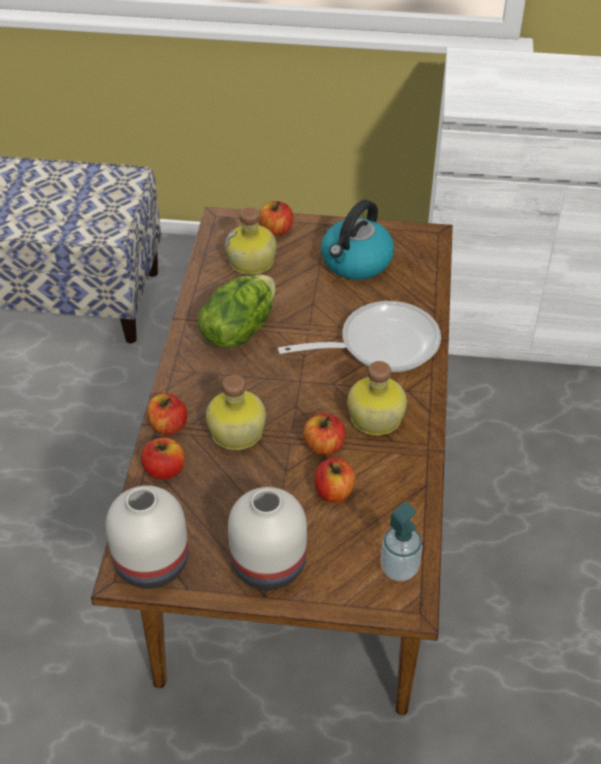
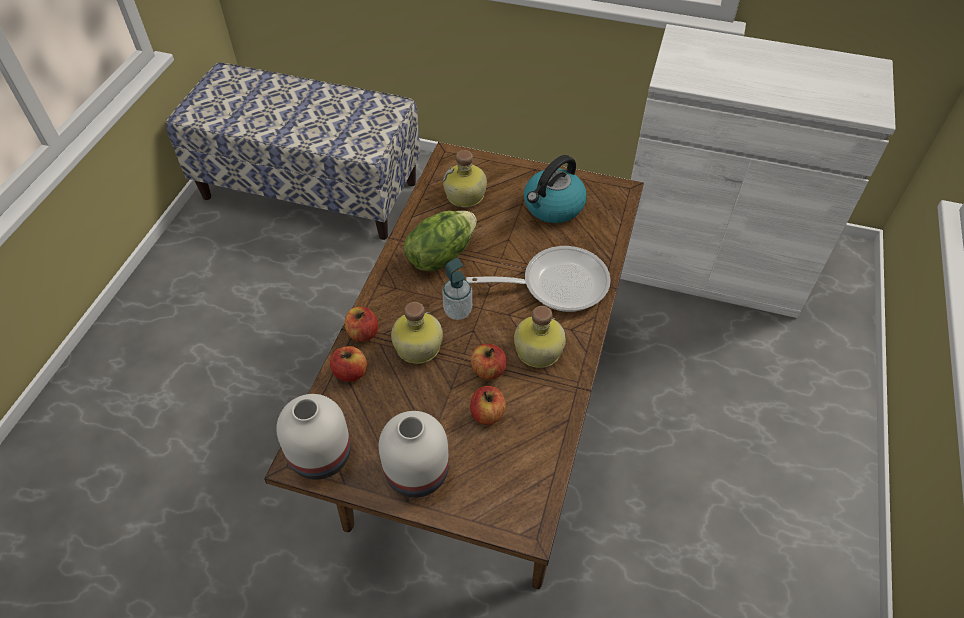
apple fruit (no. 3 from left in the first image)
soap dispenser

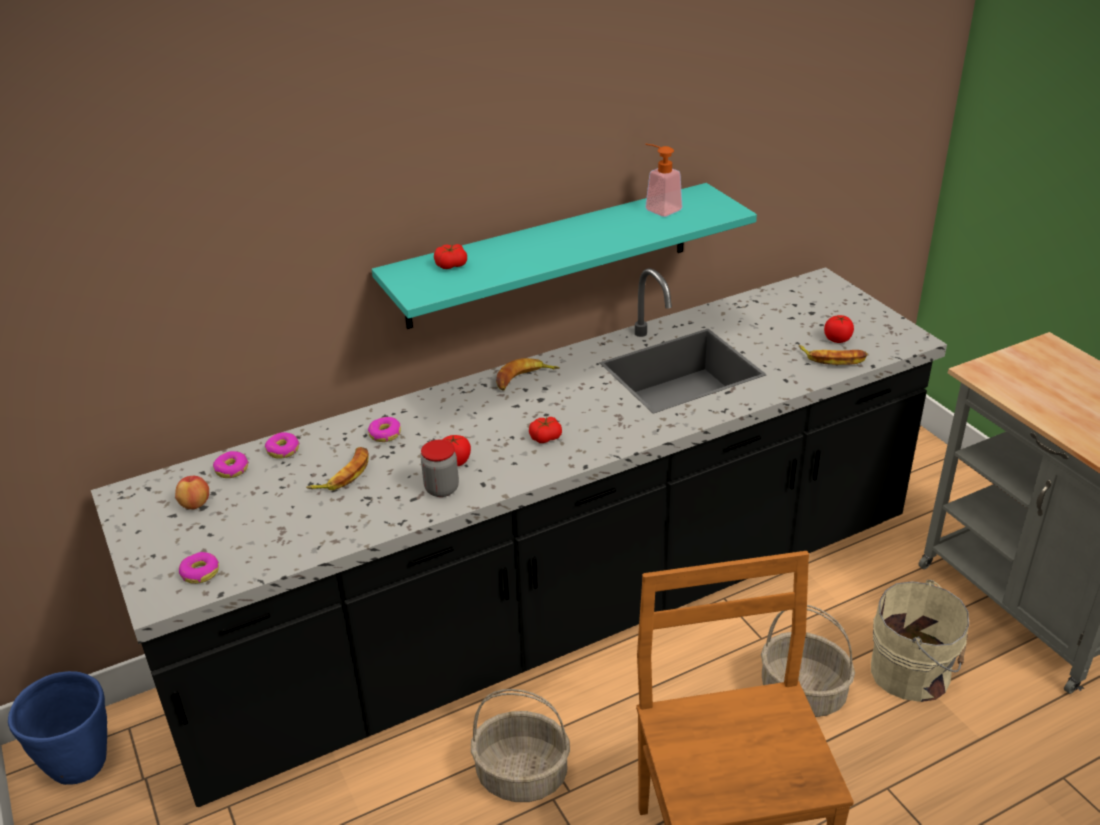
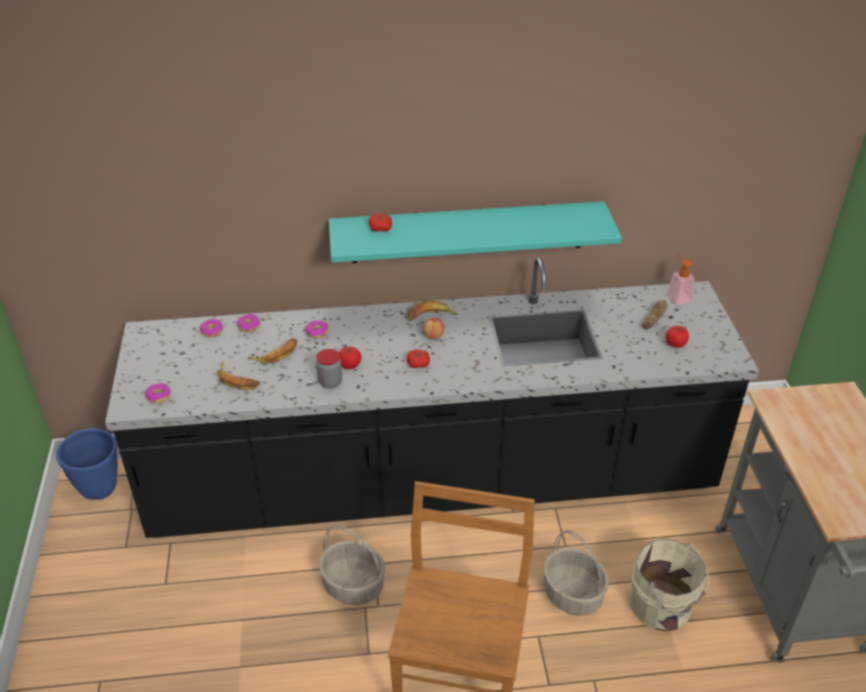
baked bread
apple fruit
soap dispenser
banana (no. 1 from left)

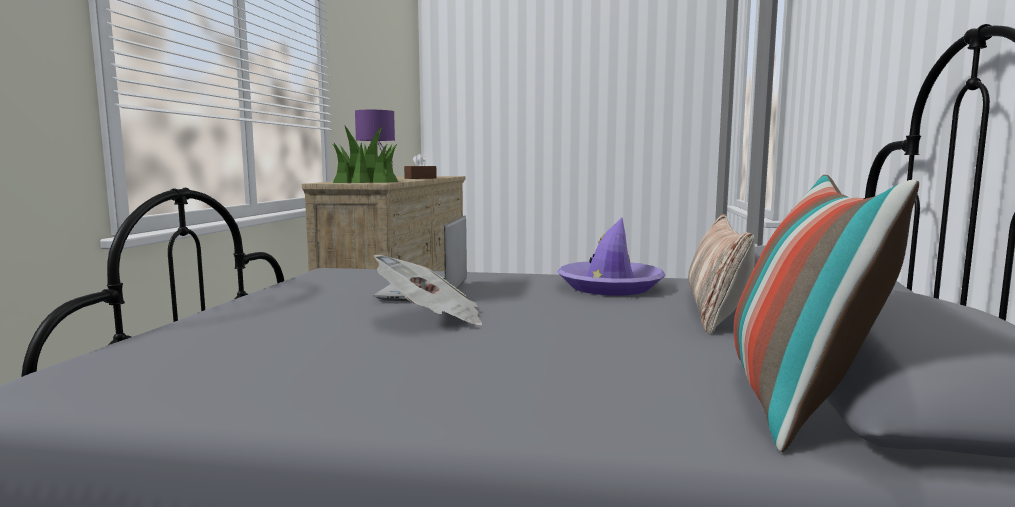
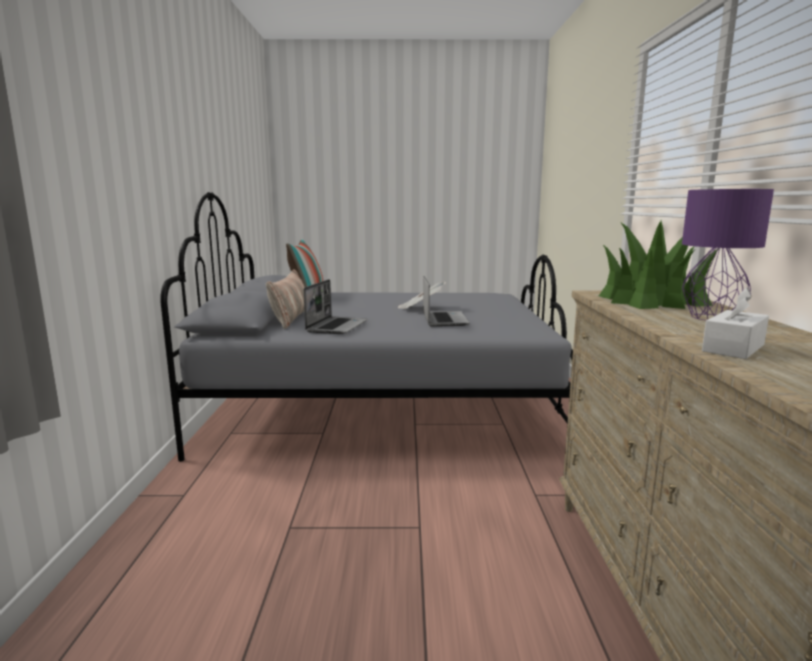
portable computer (no. 1 from left)
box of tissues (whitish)

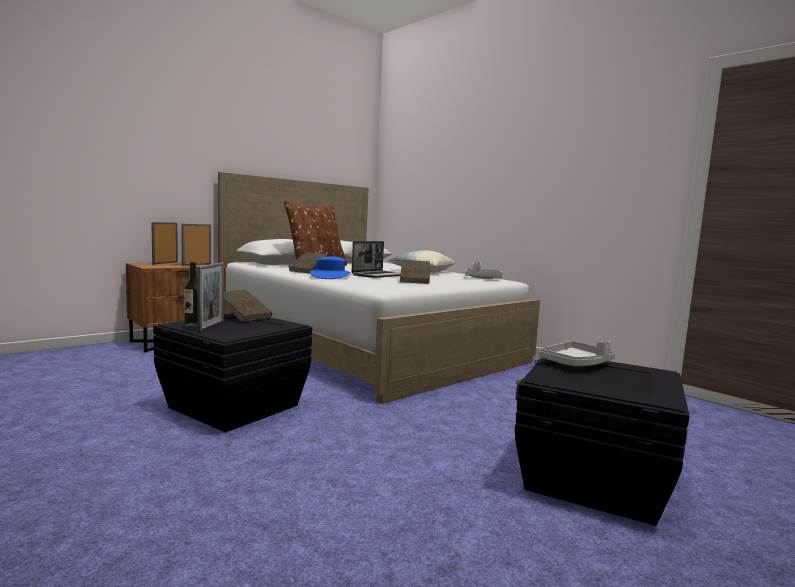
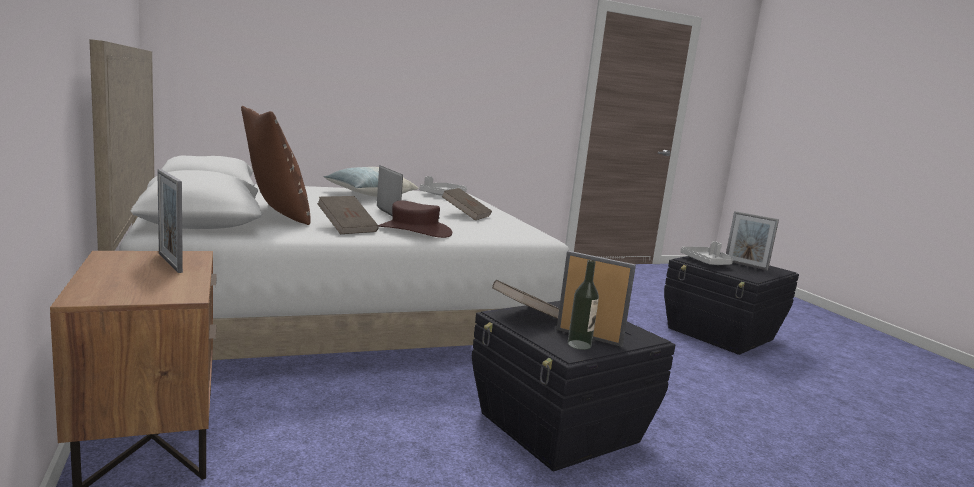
standing frame (no. 3 from left)
wearable hat (brown-coloured)

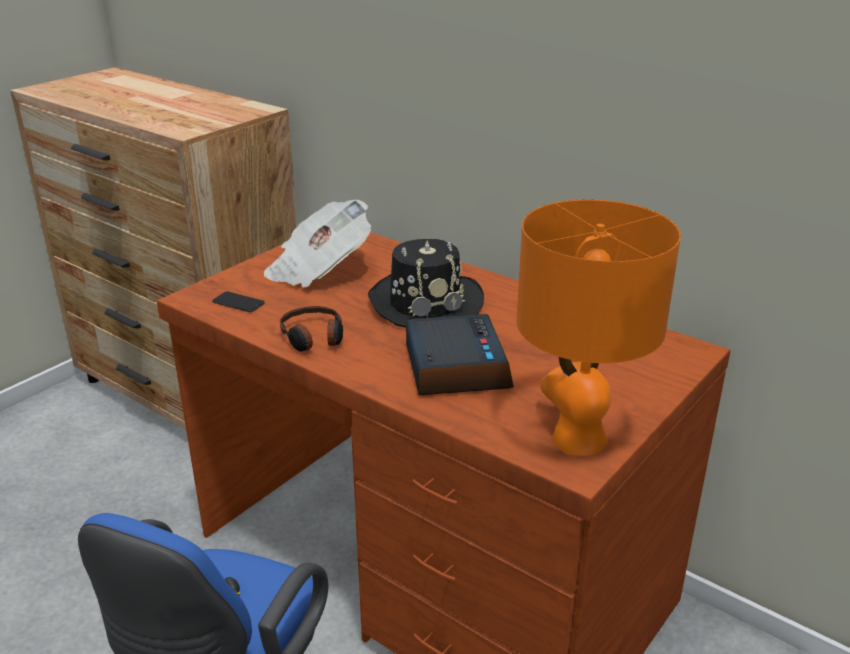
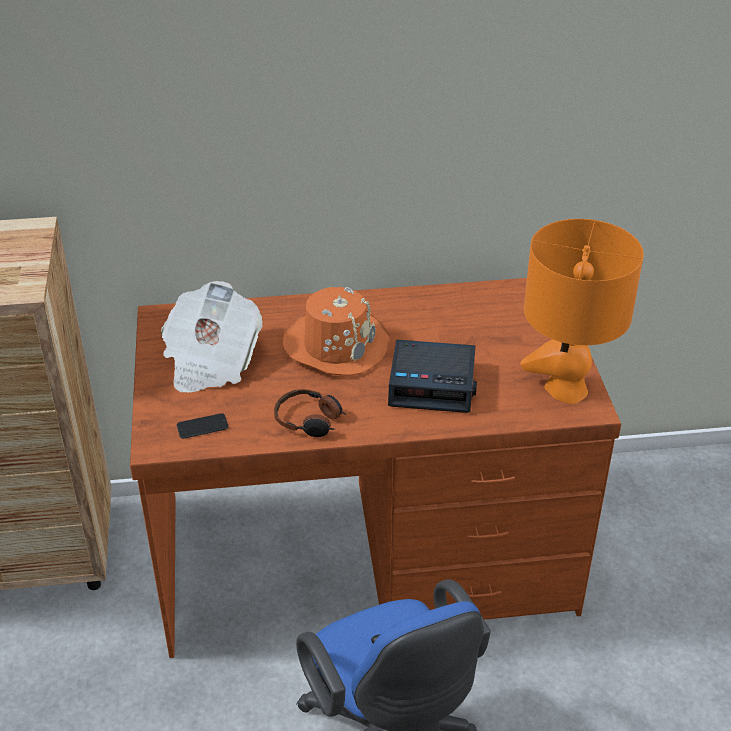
wearable hat (orange-coloured)
bedside clock

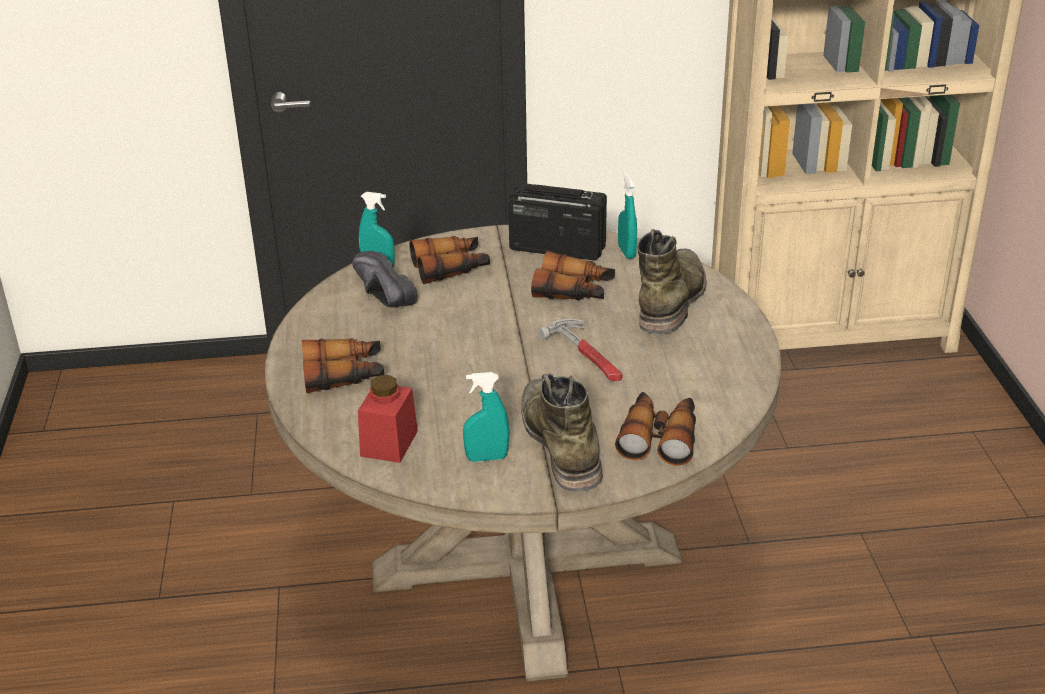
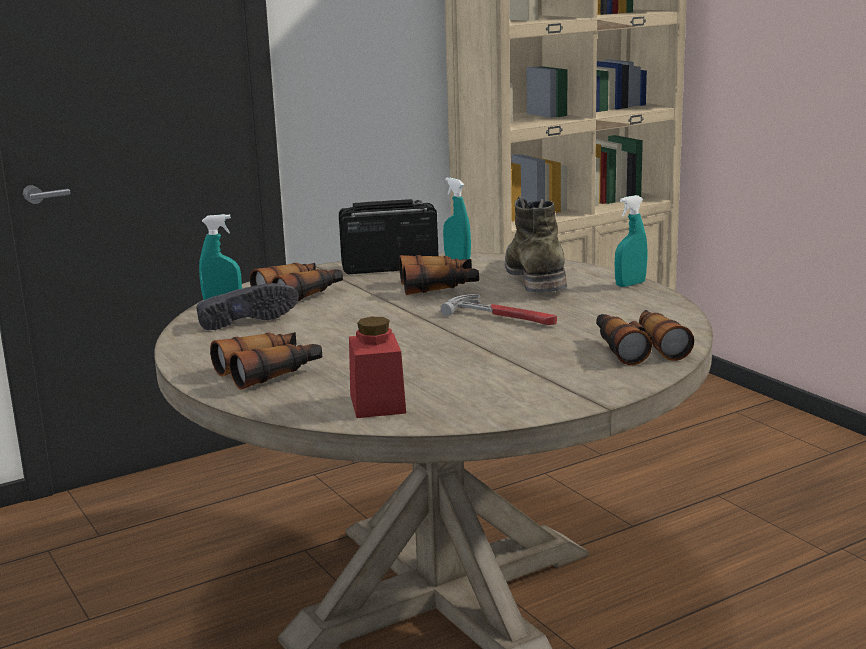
high-top boot (green-coloured) (no. 1 from left in the first image)
spray bottle (turquoise) (no. 3 from left)
shoe (black)

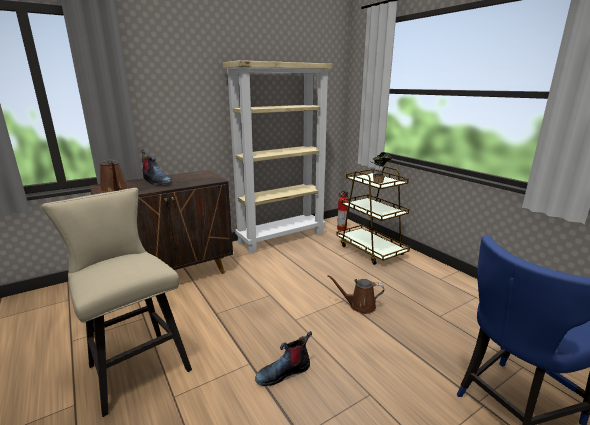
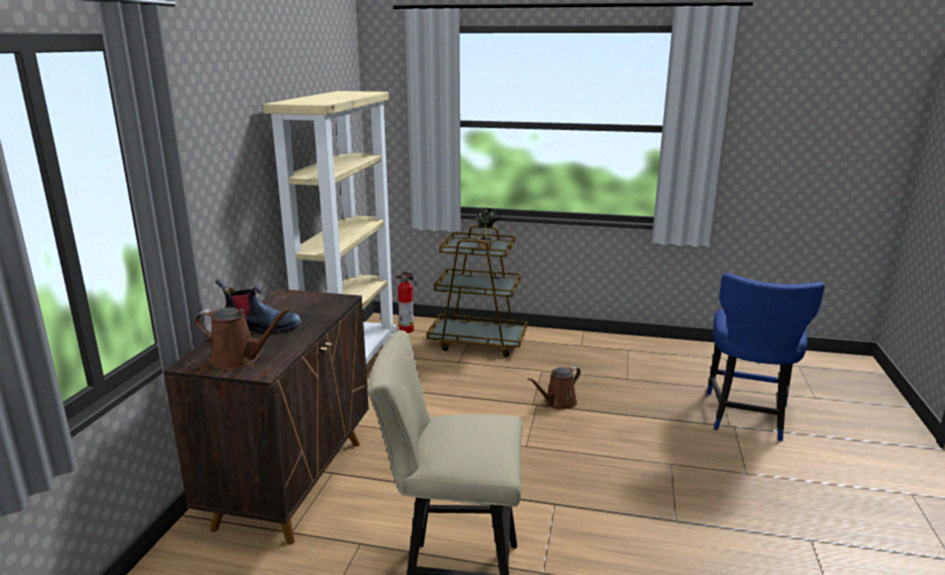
high-top boot (no. 2 from left in the first image)

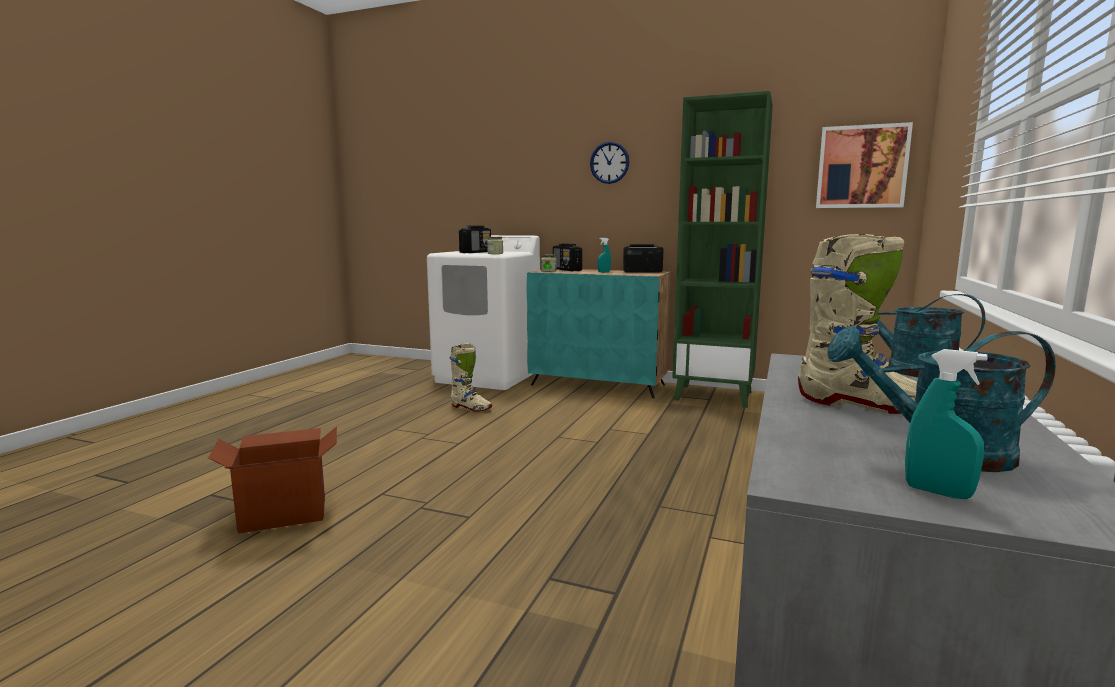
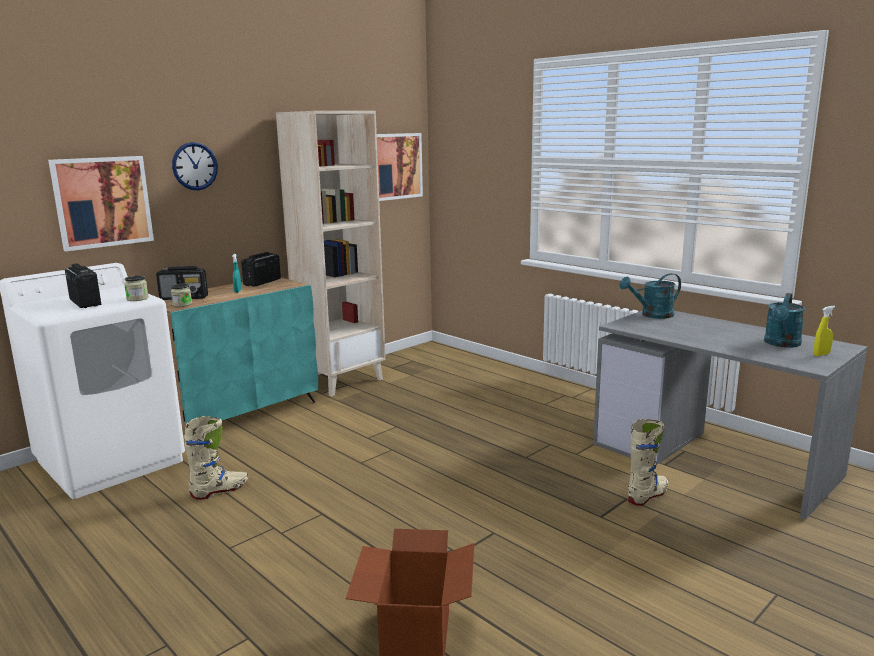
picture (no. 1 from left)
high-top boot (beige) (no. 2 from left)
bookcase (beige)
spray bottle (yellow-coloured)

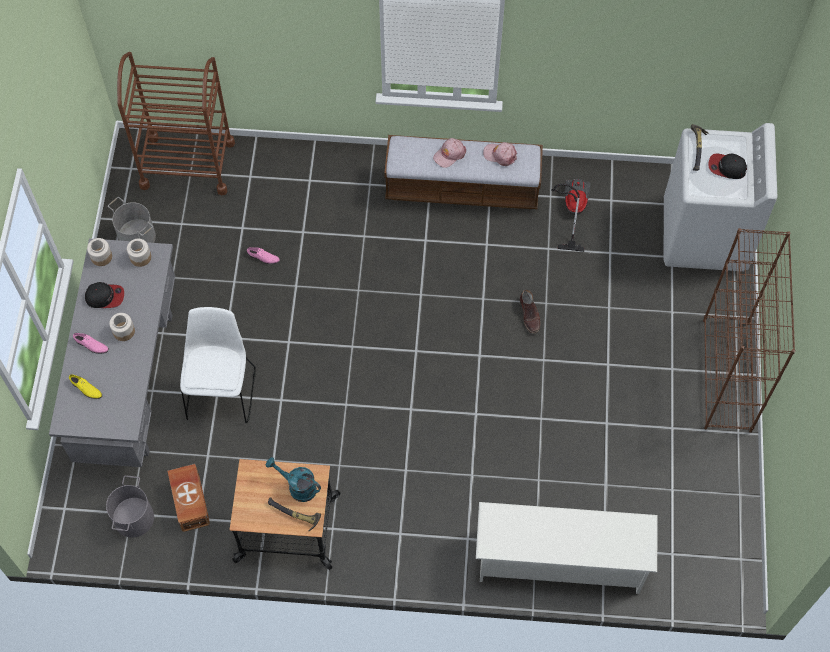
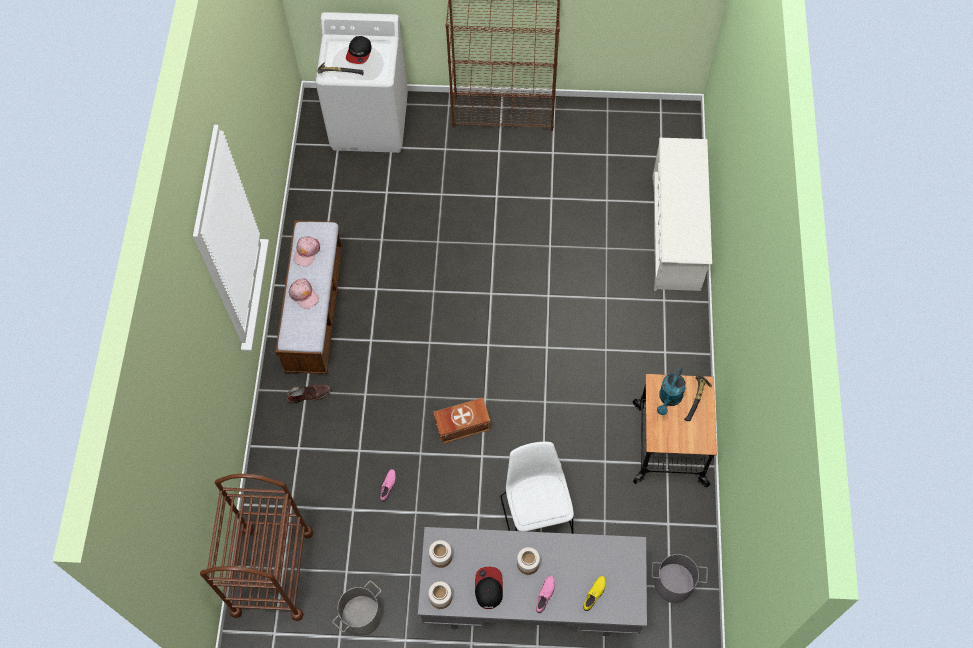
vacuum cleaner
storage box (brown-coloured)
high-top boot (brown-coloured)
upright chair (whitish)

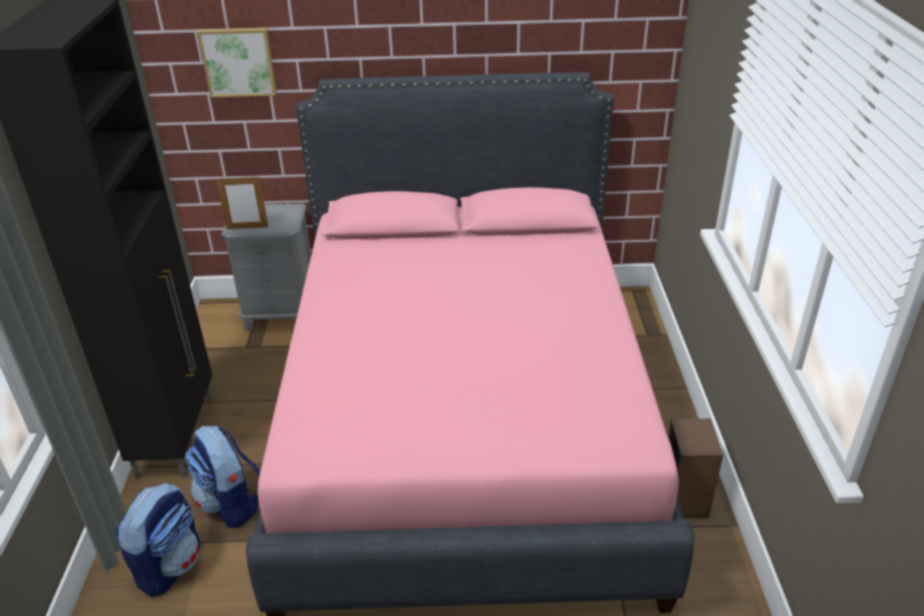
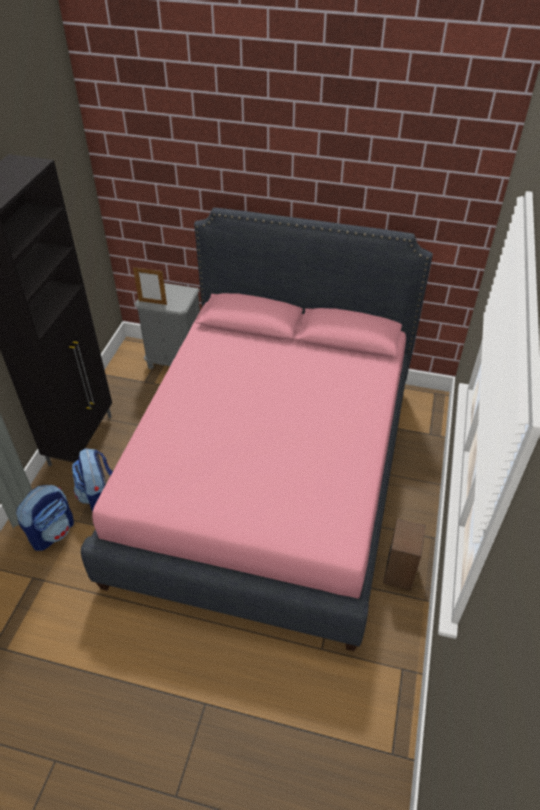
picture

